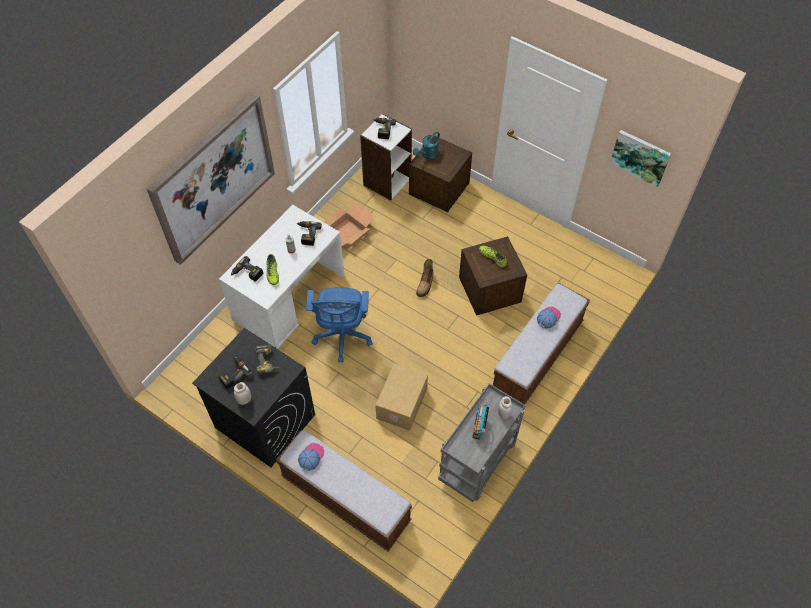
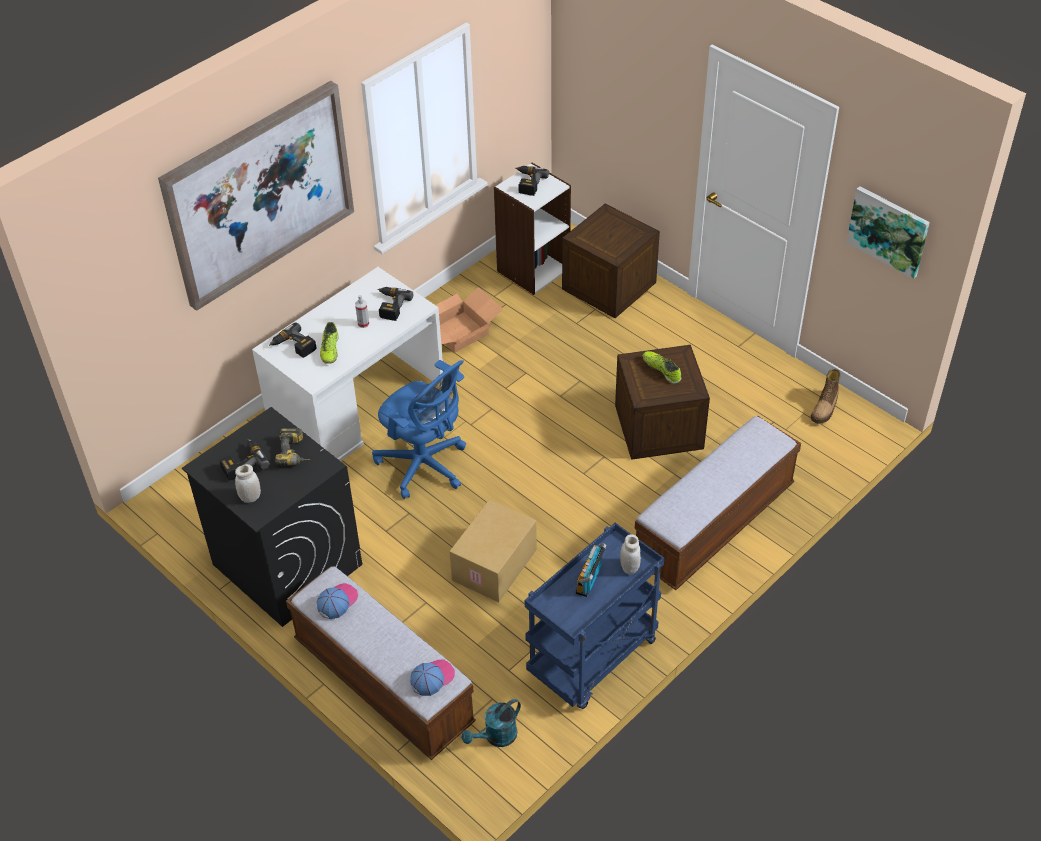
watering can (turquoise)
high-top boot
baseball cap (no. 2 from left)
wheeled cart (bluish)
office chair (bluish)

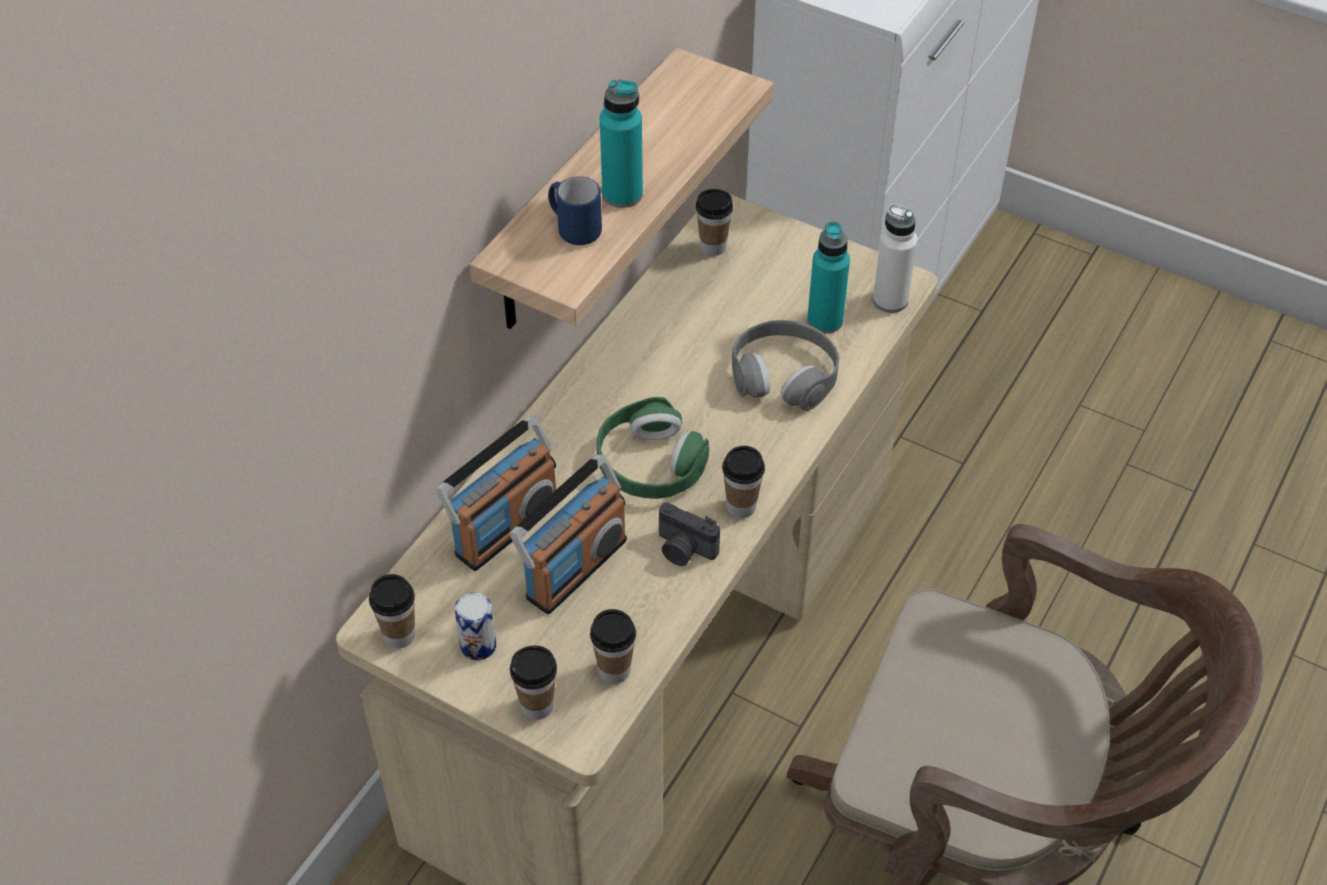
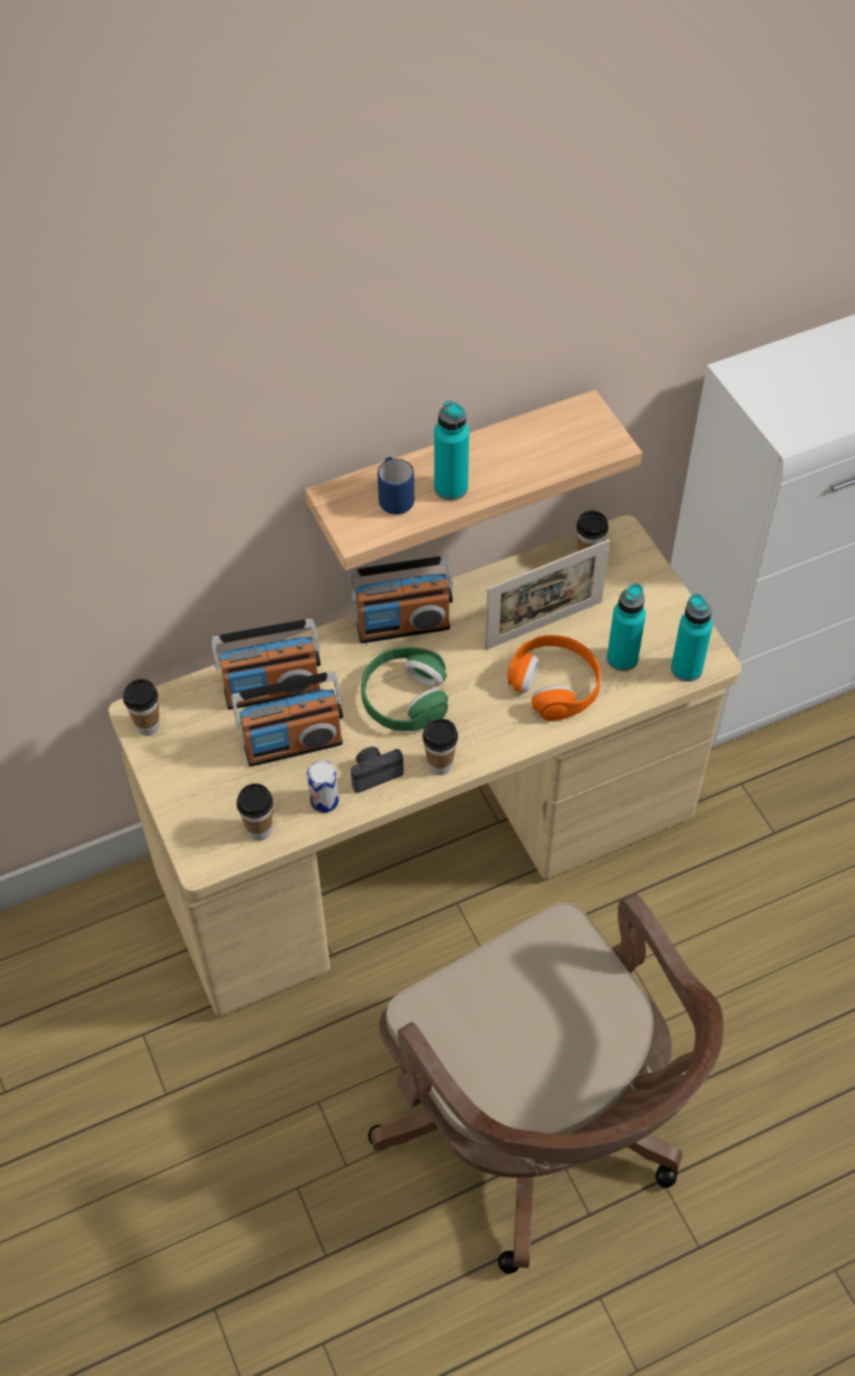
drinking cup (no. 2 from left in the first image)
radio set (no. 3 from left)
standing frame
can
pair of headphones (orange-coloured)
beverage bottle (turquoise) (no. 3 from left)
still camera

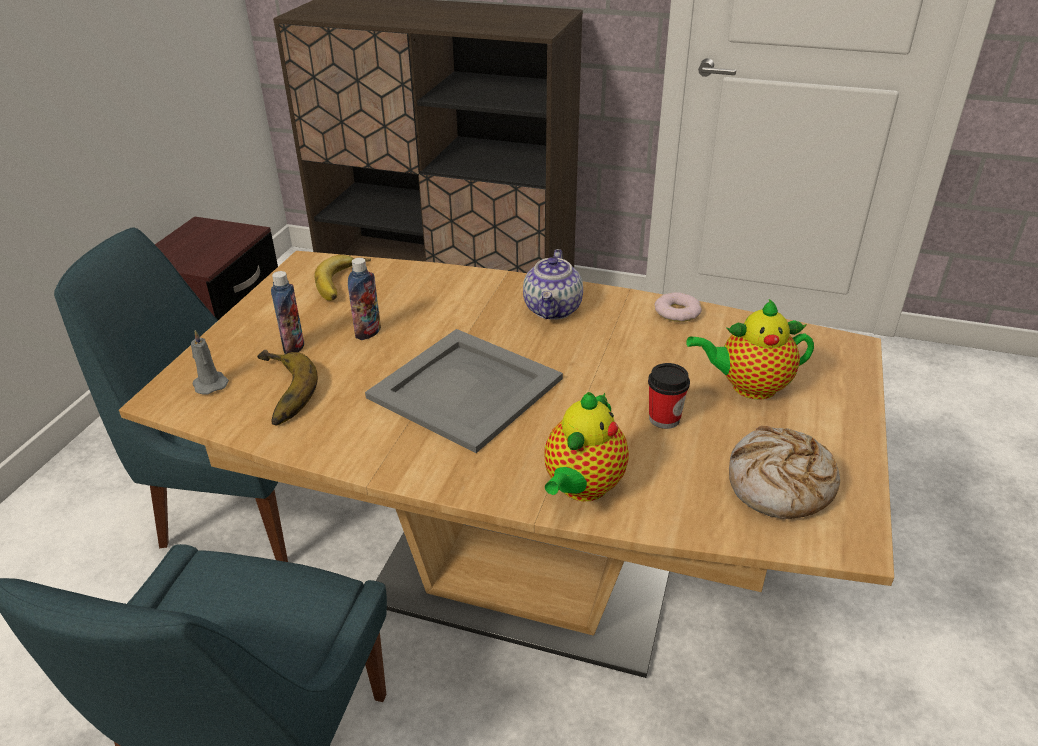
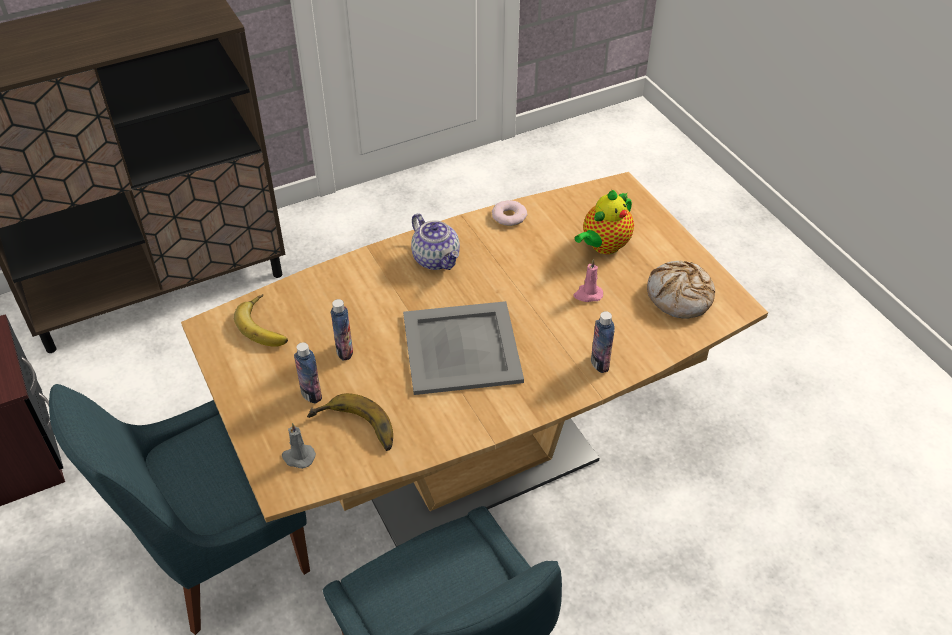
beverage bottle (no. 3 from left)
wax candle (pinkish)

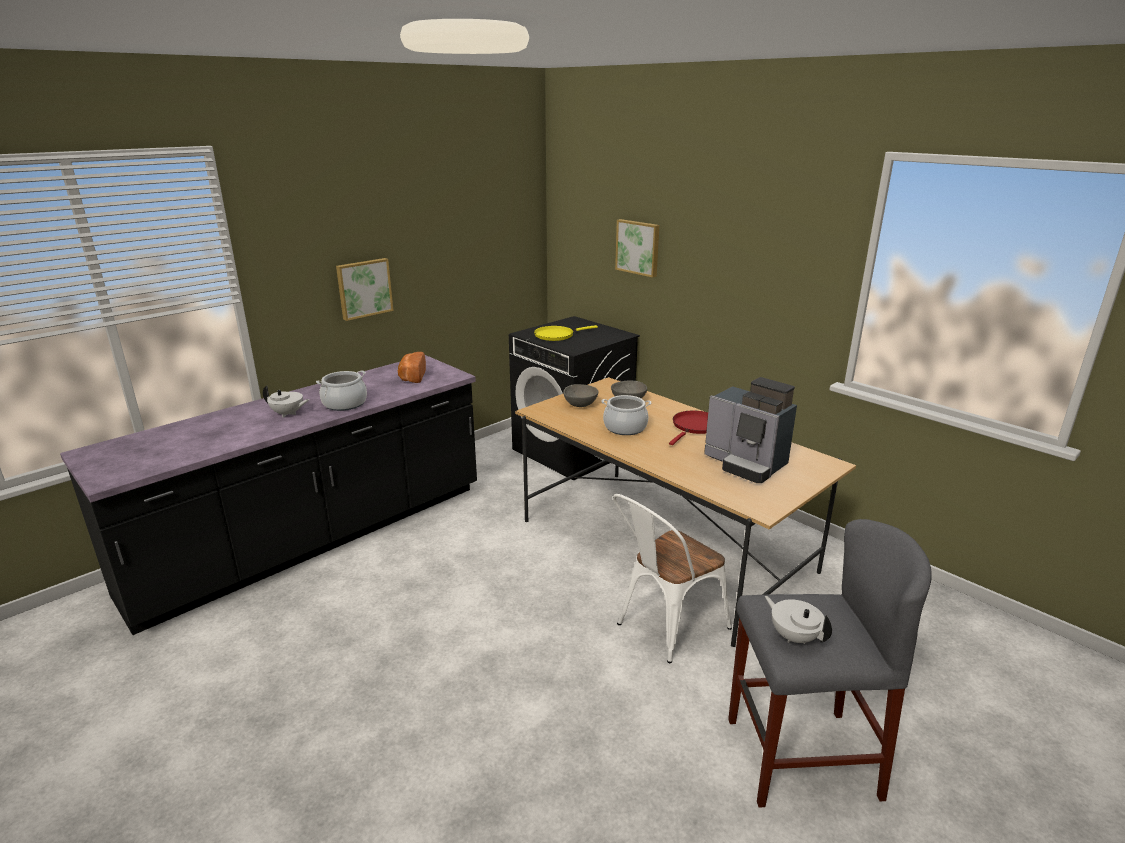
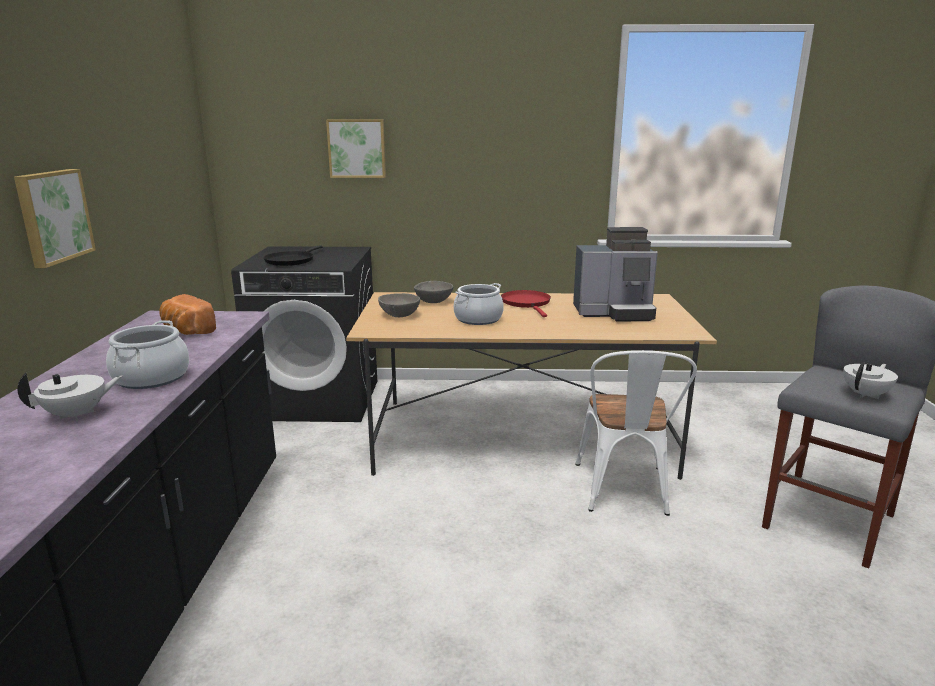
frying pan (black)
pot for tea (whitish) (no. 2 from left)

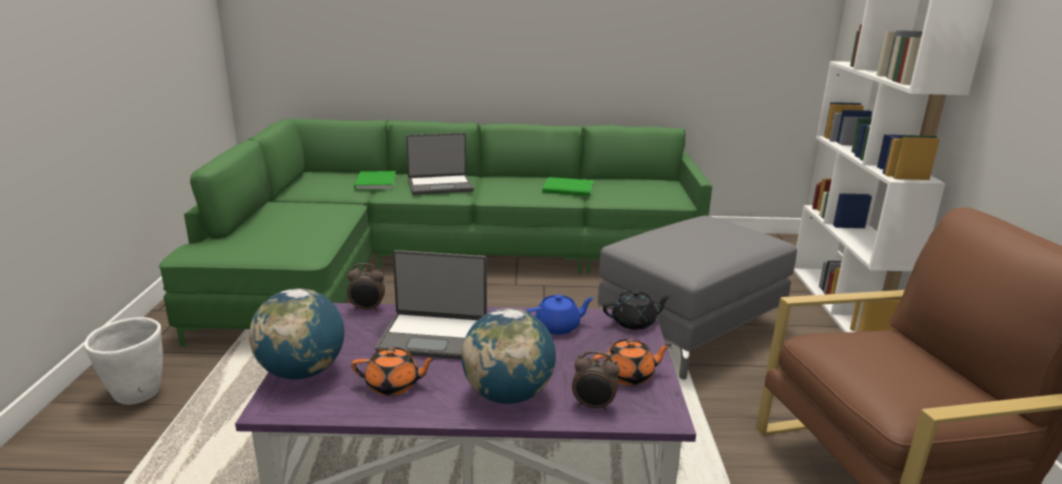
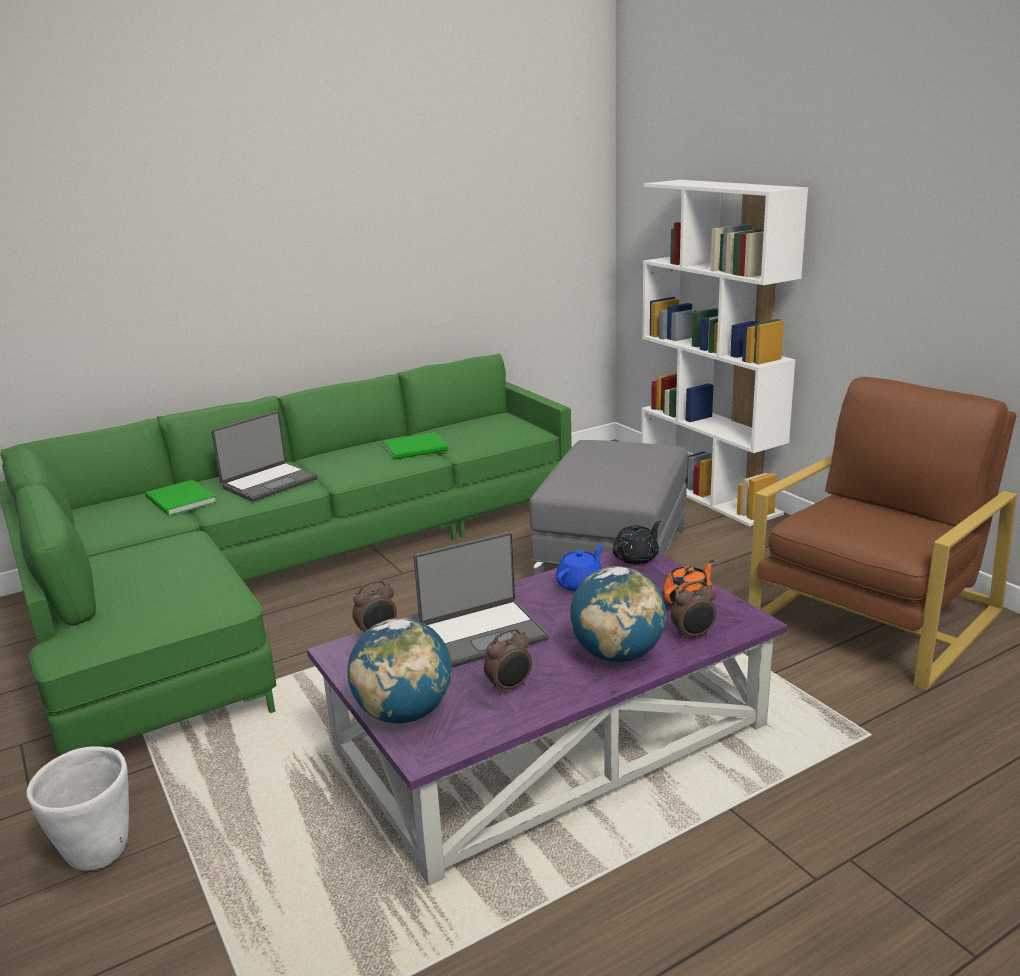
bedside clock (no. 2 from left)

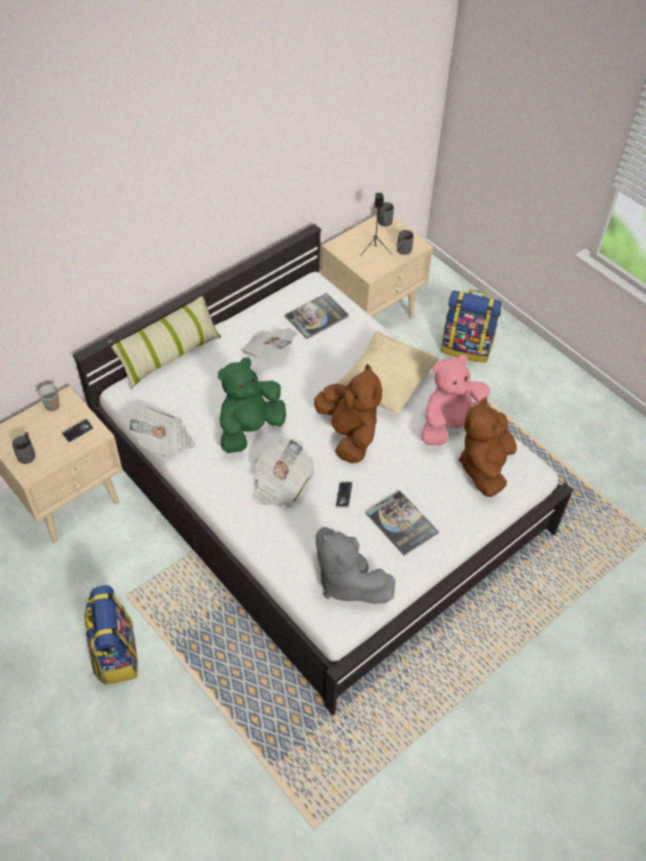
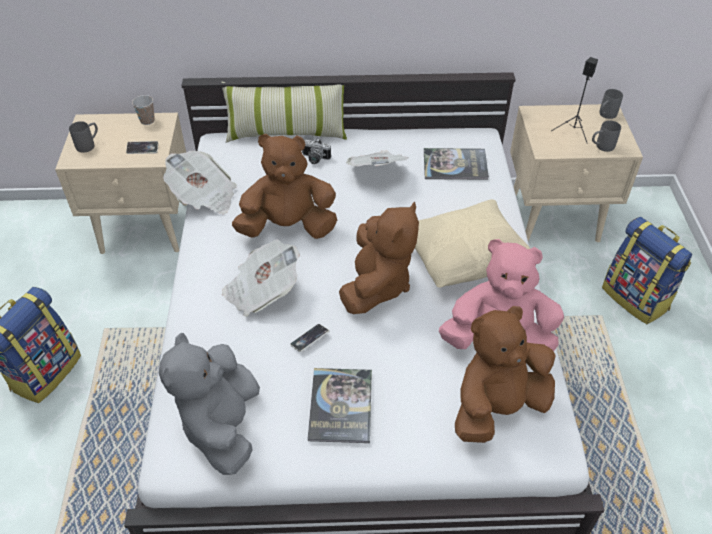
still camera
cuddly toy (brown-coloured) (no. 1 from left)

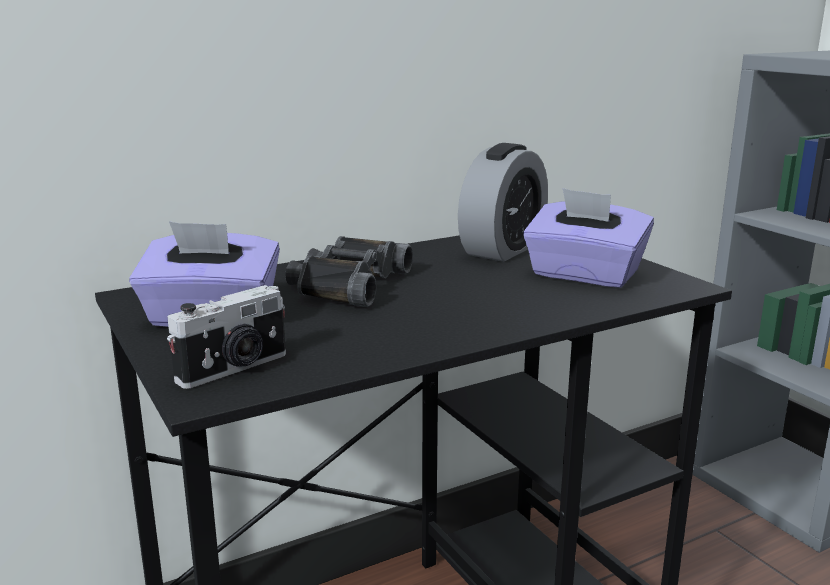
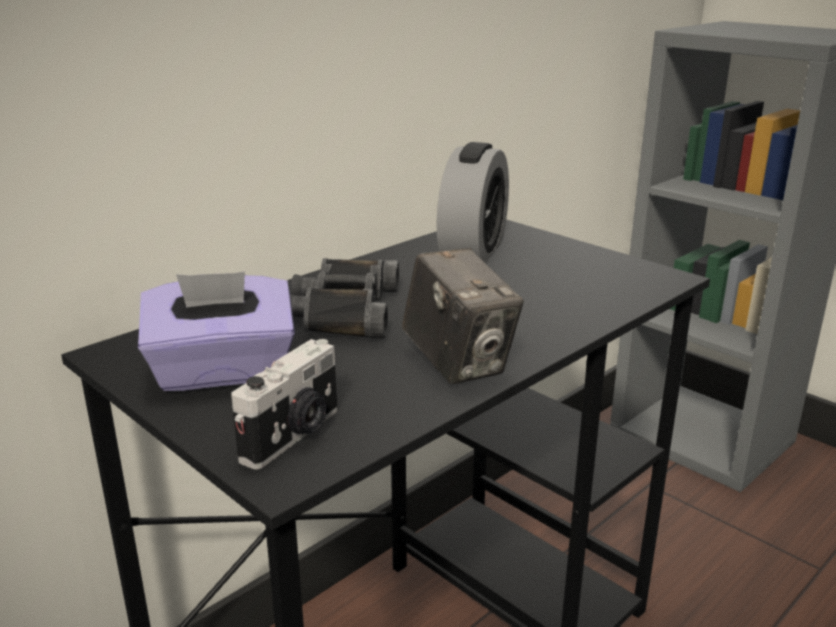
box of tissues (purple) (no. 2 from left in the first image)
still camera (no. 2 from left)

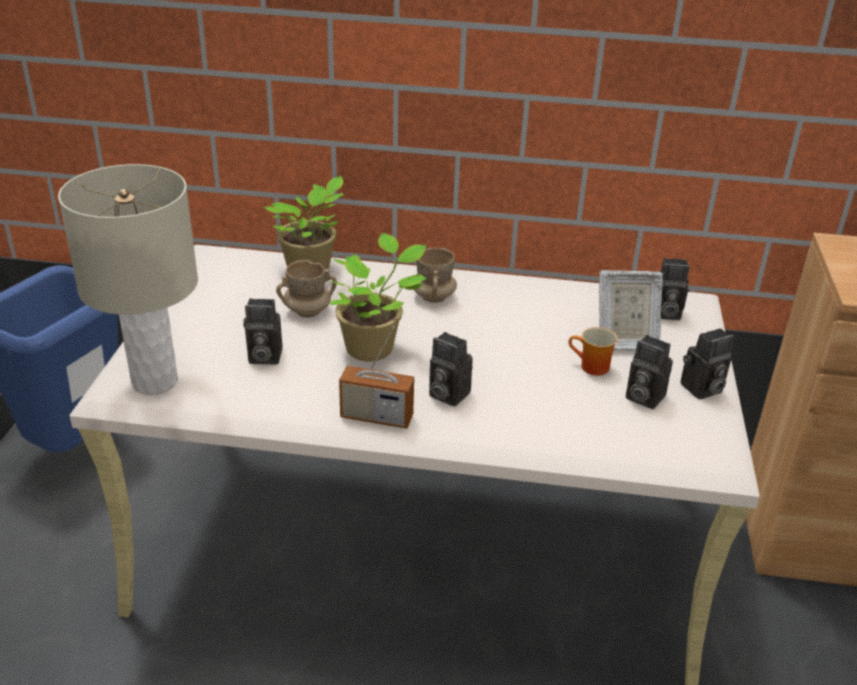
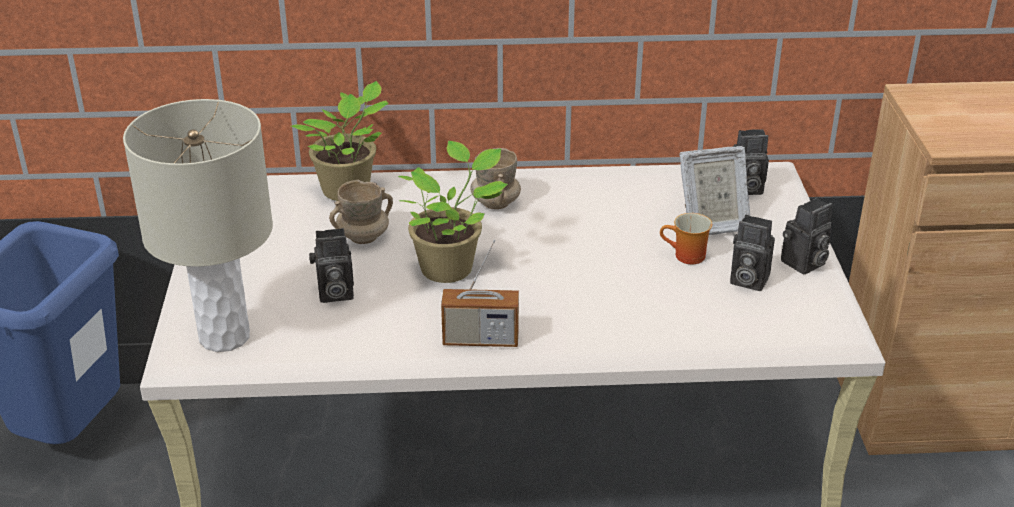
still camera (no. 2 from left in the first image)

